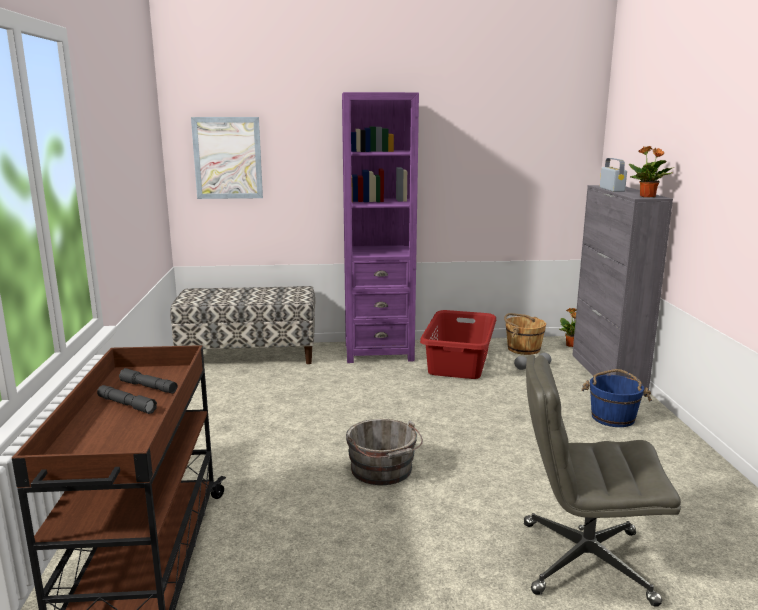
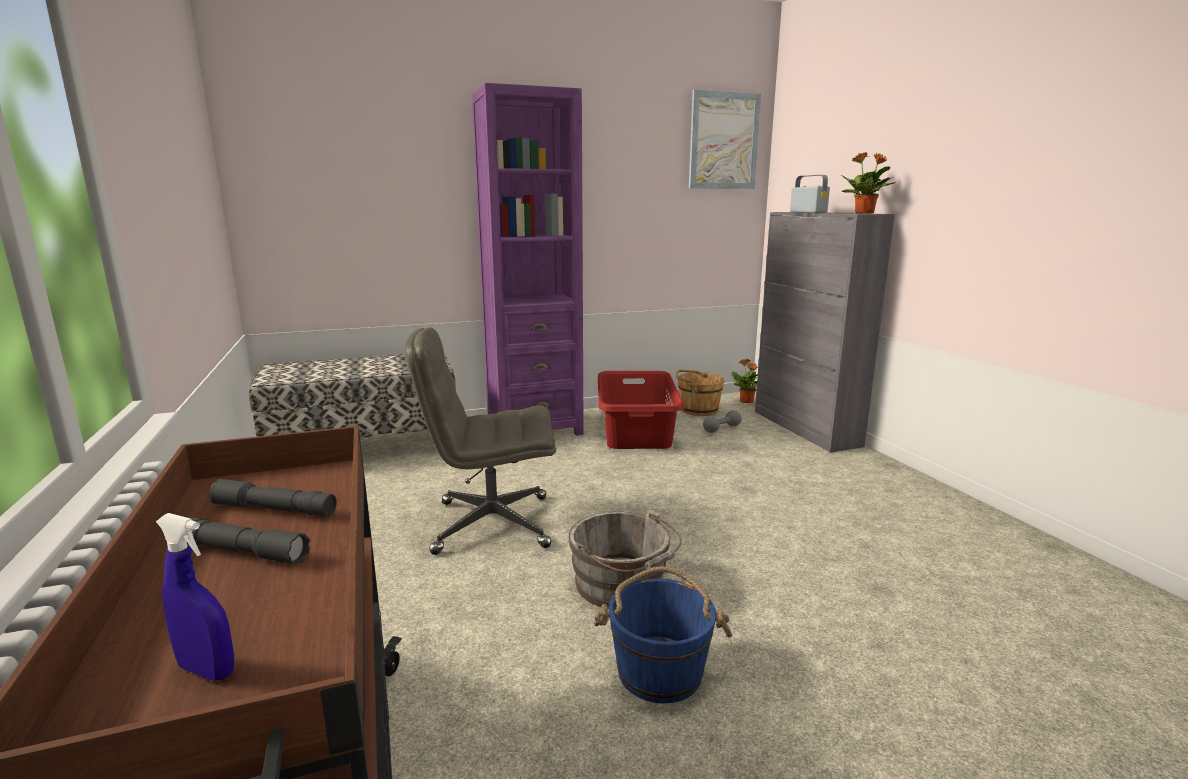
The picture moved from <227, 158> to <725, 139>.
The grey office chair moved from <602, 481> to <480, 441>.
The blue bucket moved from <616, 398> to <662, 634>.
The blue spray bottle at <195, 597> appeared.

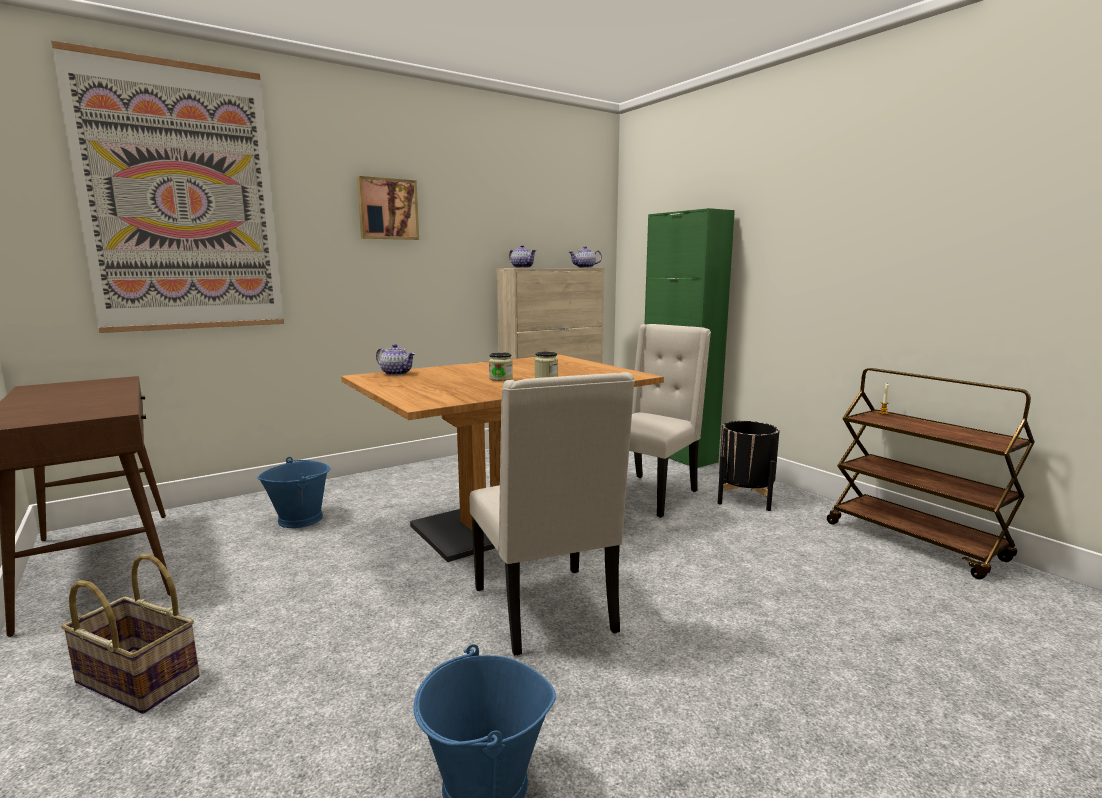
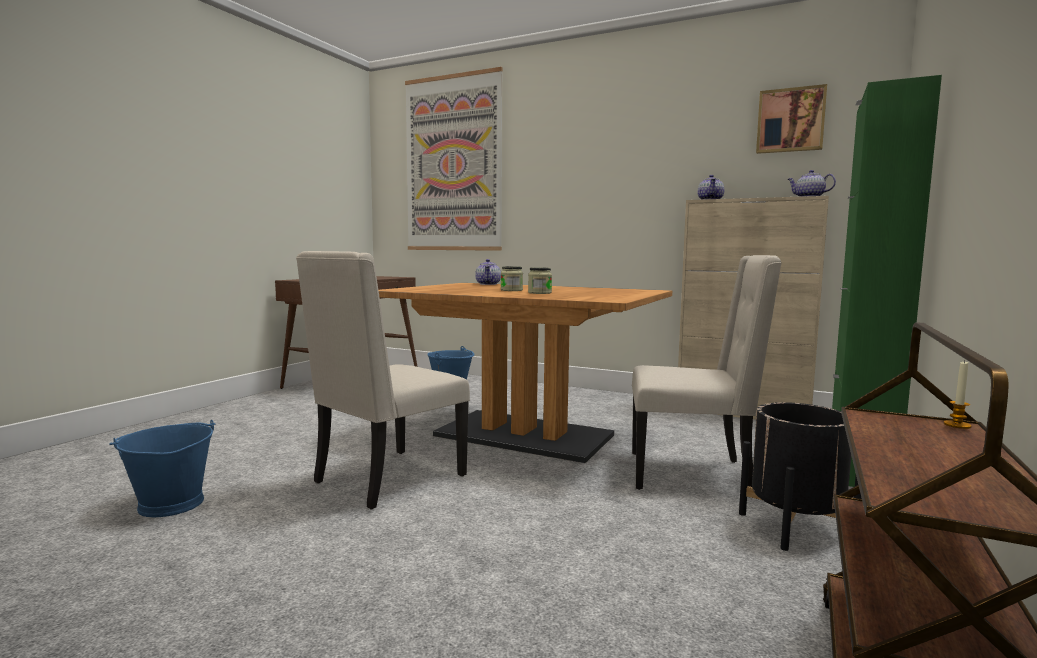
The picture moved from <388, 208> to <791, 119>.
The basket at <130, 634> disappeared.

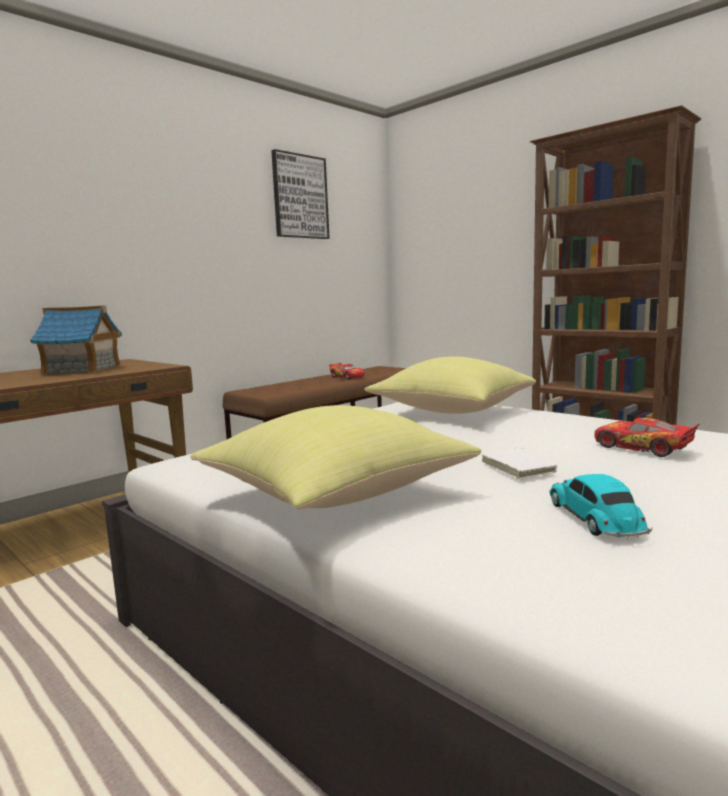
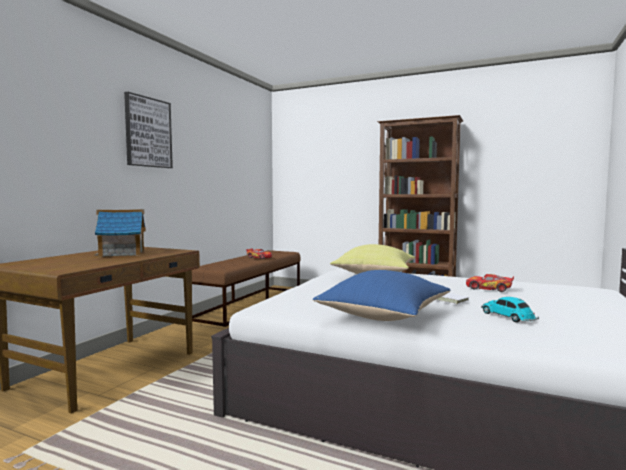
The picture moved from <300, 194> to <148, 130>.
The yellow pillow at <335, 457> became the blue pillow at <381, 295>.

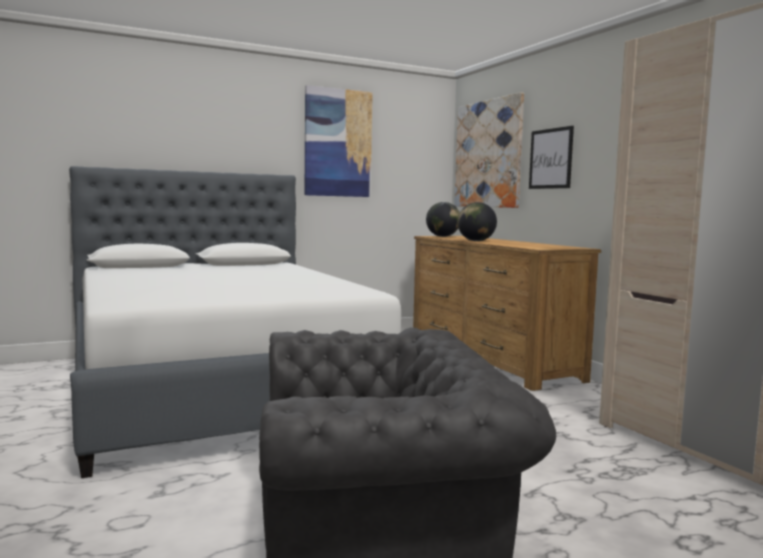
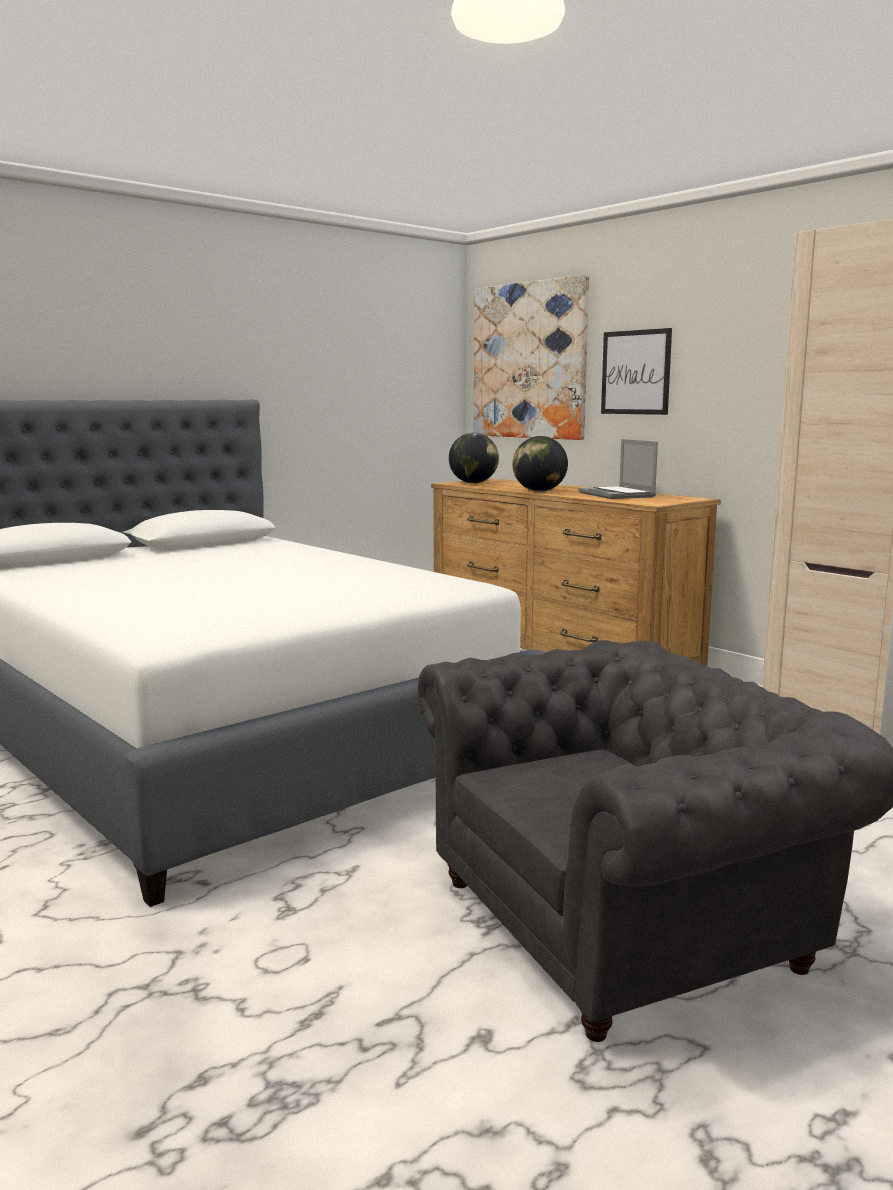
The picture at <339, 141> disappeared.
The laptop at <618, 469> appeared.

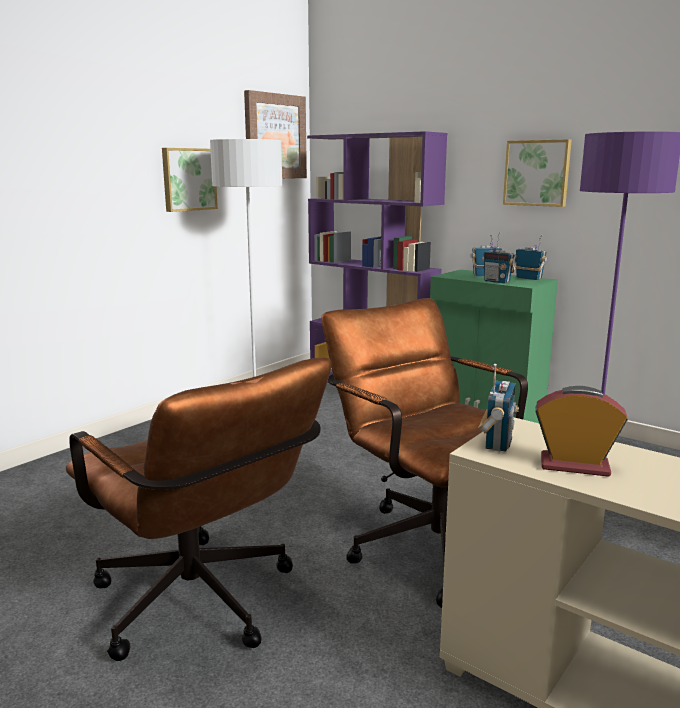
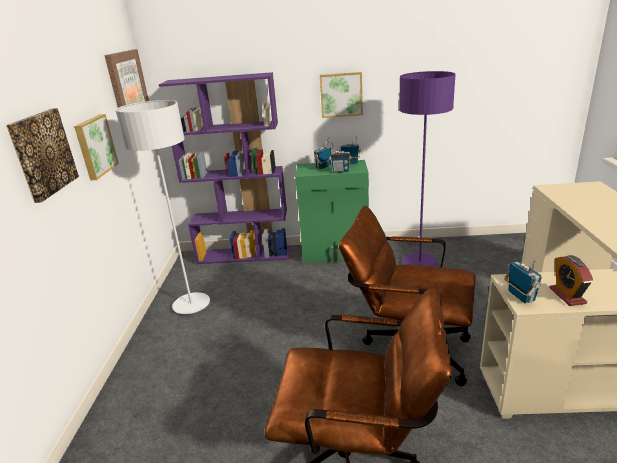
The alarm clock at <581, 431> turned 75 degrees counterclockwise.
The picture at <42, 155> appeared.

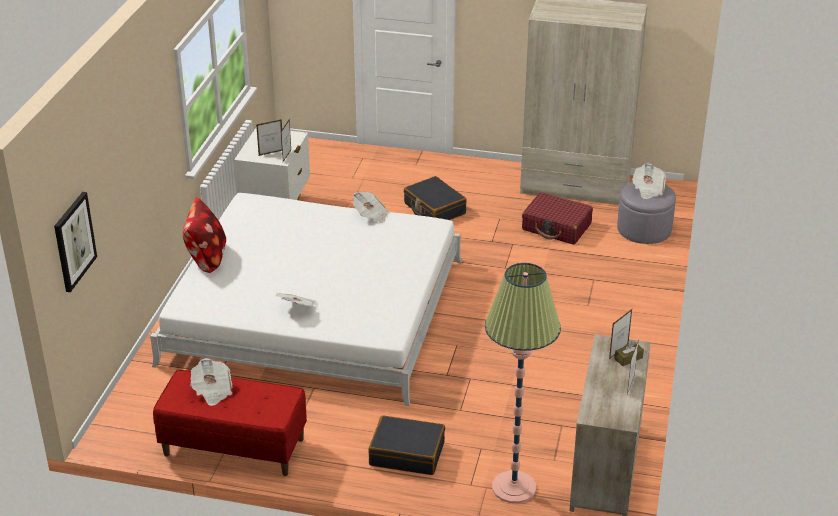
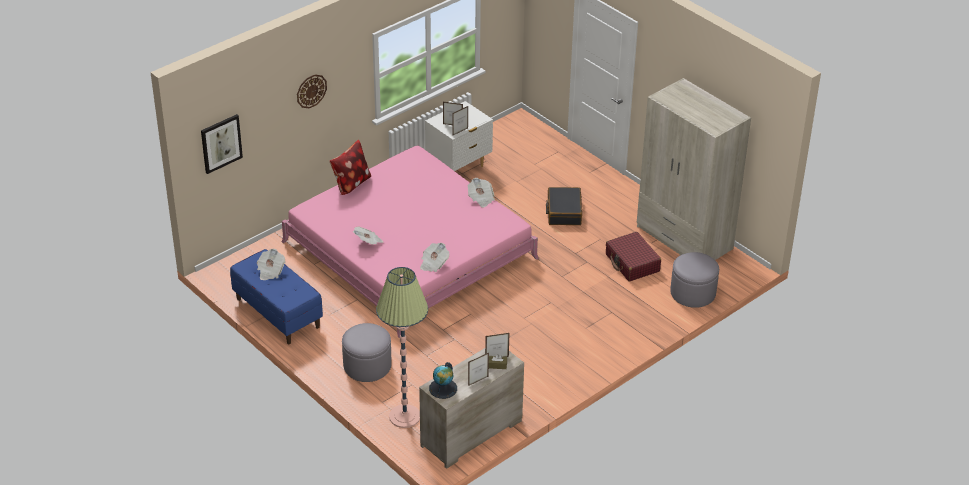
The newspaper moved from <649, 181> to <434, 257>.
The white bed at <306, 299> became the pink bed at <410, 241>.
The red bench at <230, 423> became the blue bench at <276, 296>.
The black suitcase at <406, 445> was replaced by the grey ottoman at <367, 352>.
The wall clock at <312, 91> appeared.
The globe at <443, 380> appeared.

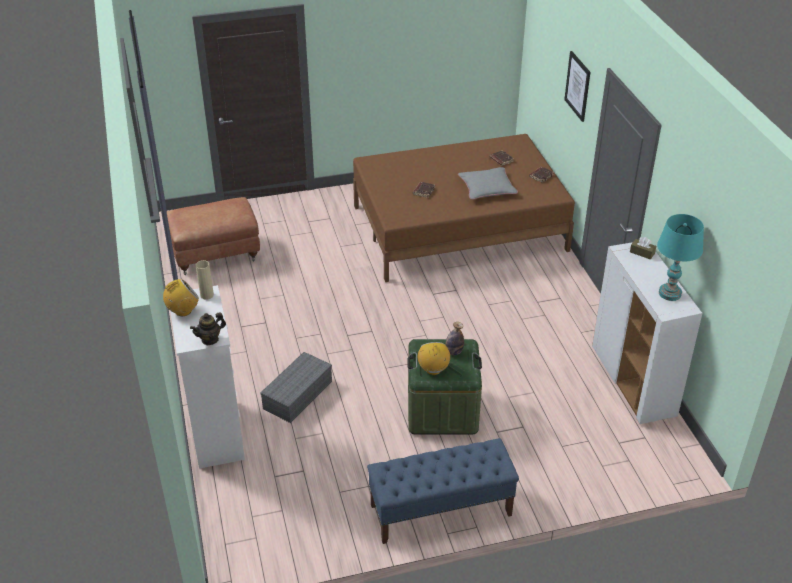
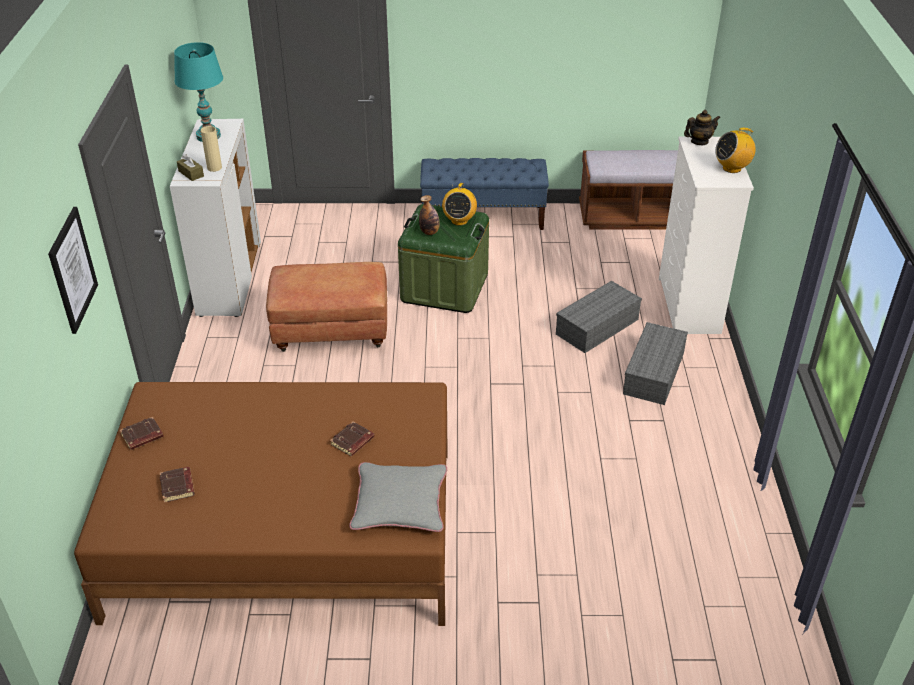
The grey pillow moved from <488, 183> to <398, 497>.
The brown ottoman moved from <213, 236> to <326, 307>.
The beige vase moved from <205, 280> to <211, 149>.
The brown bench at <628, 189> appeared.
The grey storage box at <655, 363> appeared.

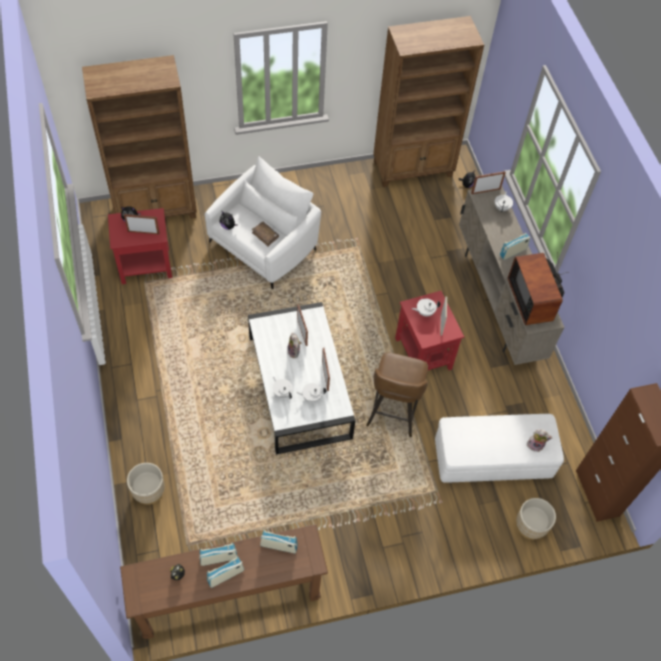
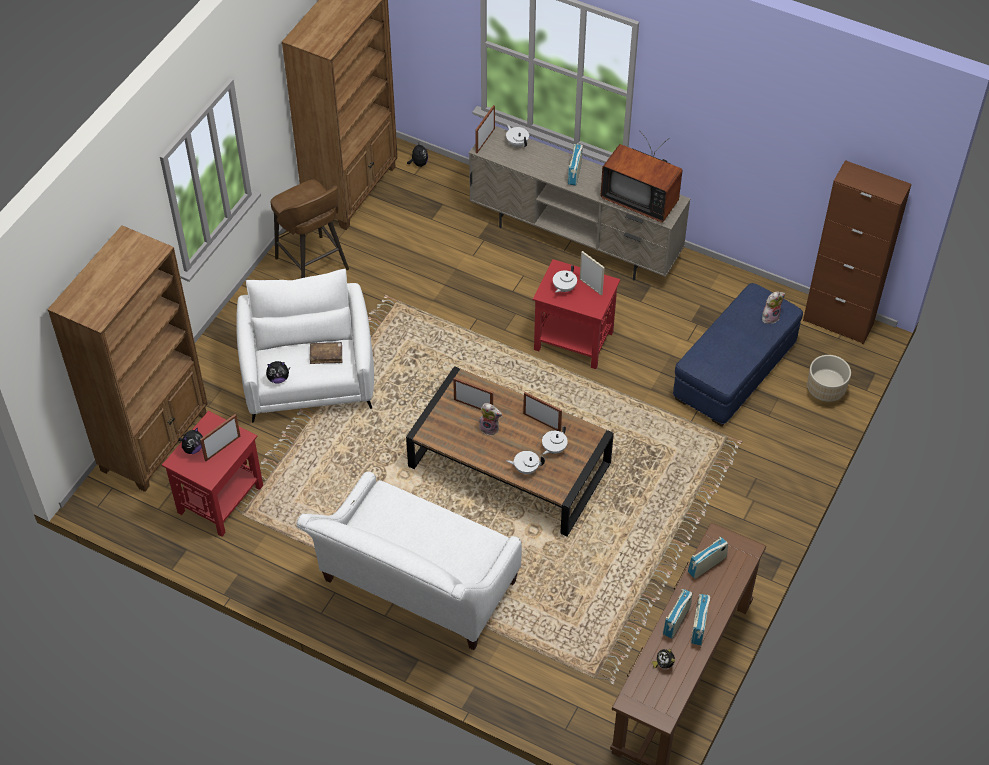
The white coffee table at <301, 378> became the brown coffee table at <510, 451>.
The brown stool moved from <397, 394> to <310, 228>.
The white ottoman at <499, 448> became the blue ottoman at <738, 355>.
The beige planter at <146, 484> disappeared.
The white sofa at <409, 560> appeared.

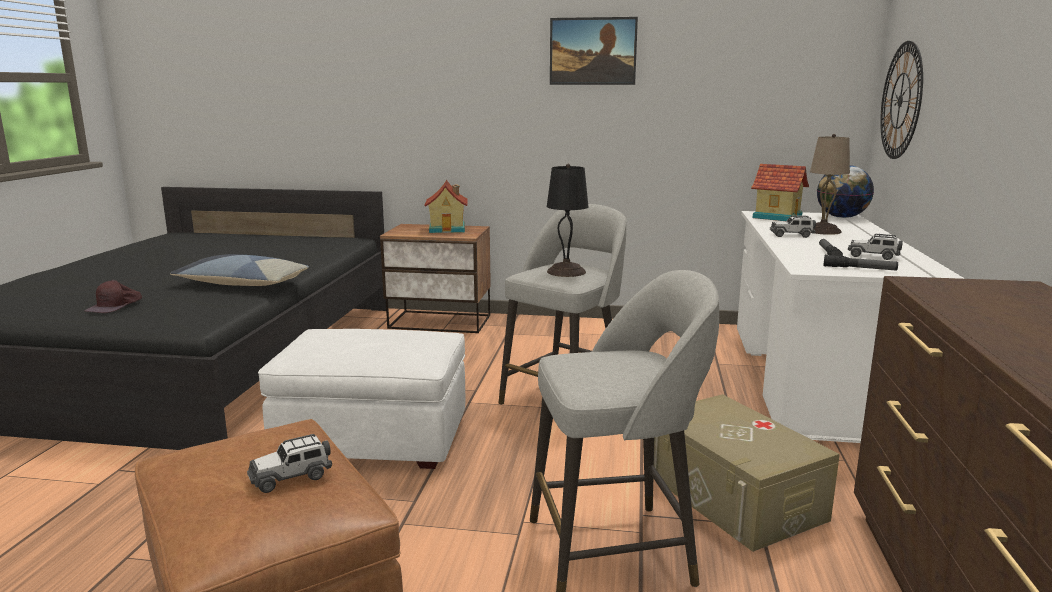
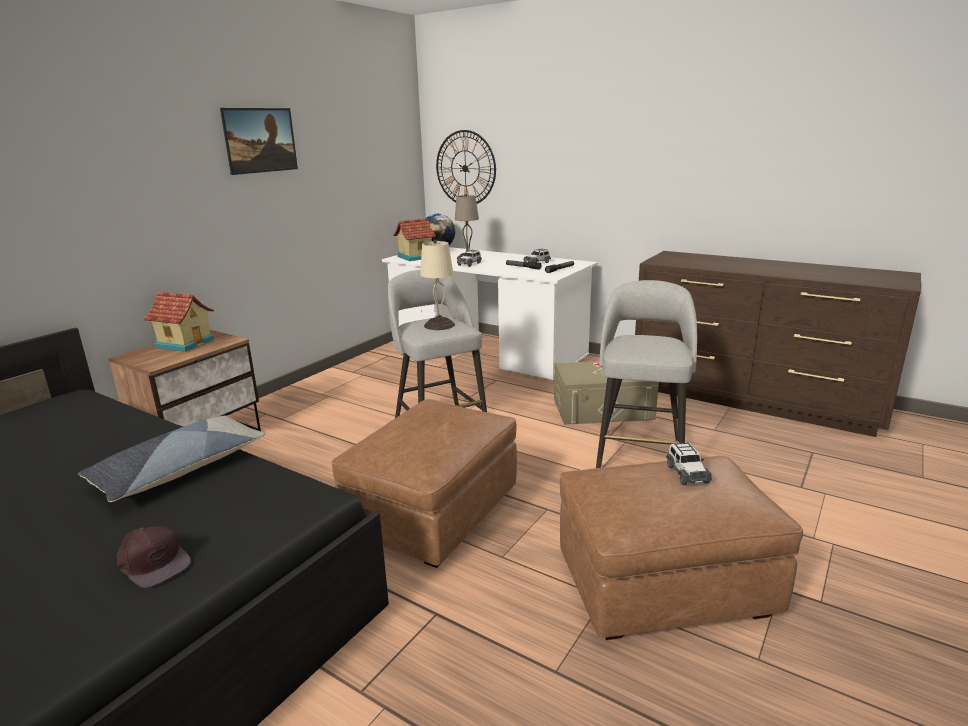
The black table lamp at <567, 220> became the beige table lamp at <437, 285>.
The white ottoman at <361, 399> became the brown ottoman at <424, 483>.

